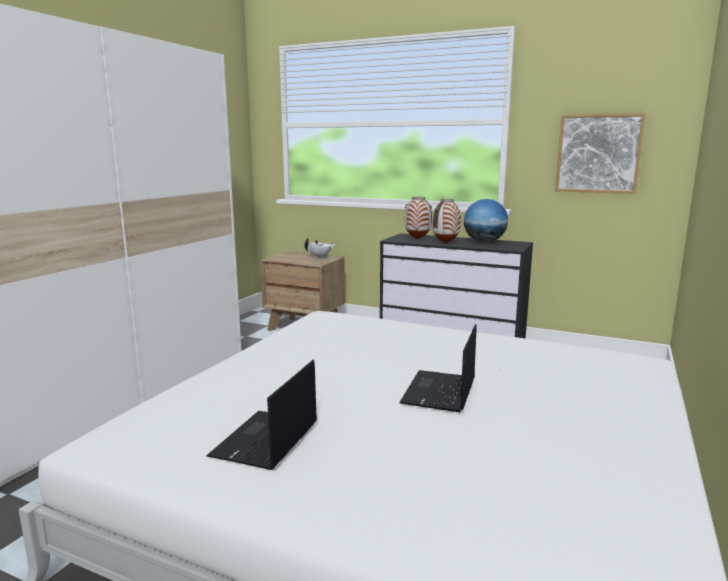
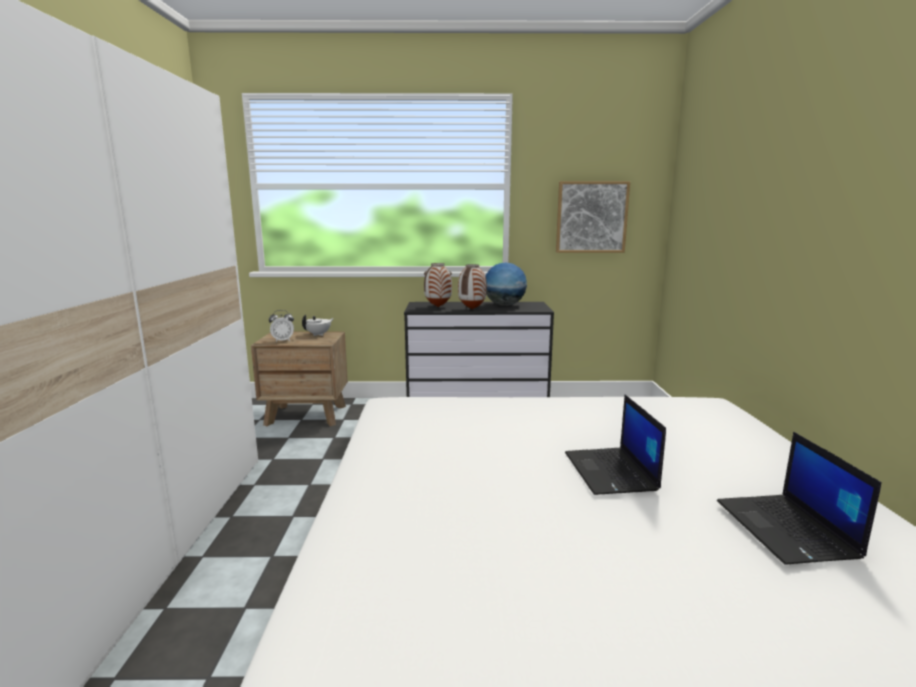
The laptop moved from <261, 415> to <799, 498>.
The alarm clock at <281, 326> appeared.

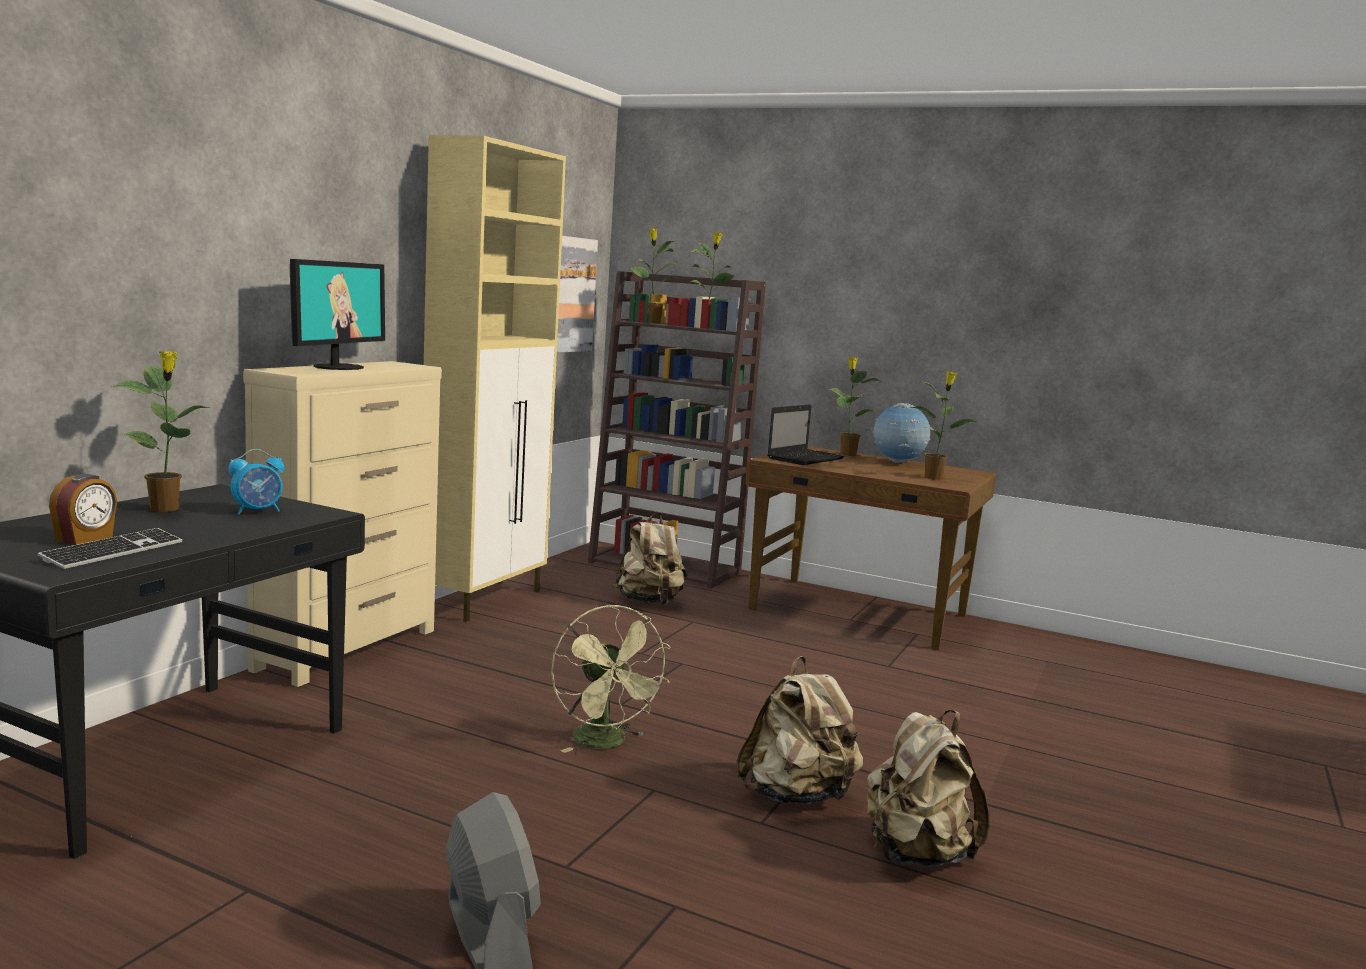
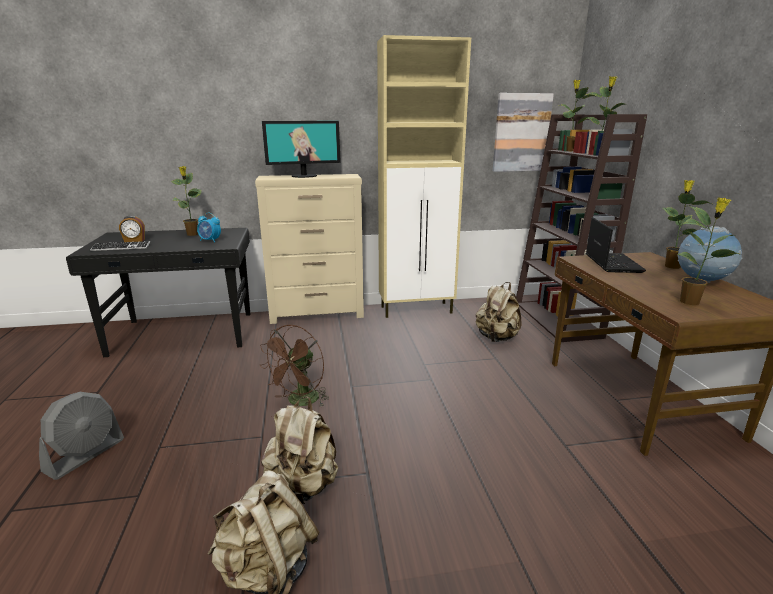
The laptop at <806, 434> turned 90 degrees counterclockwise.
The green fan at <611, 679> became the brown fan at <294, 366>.

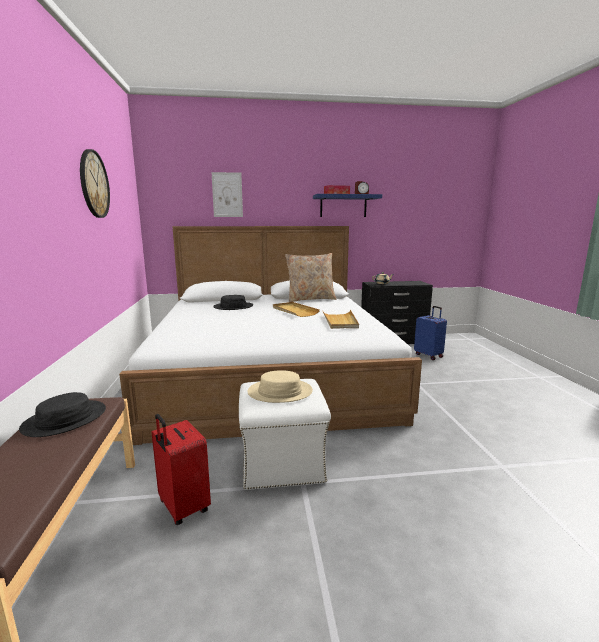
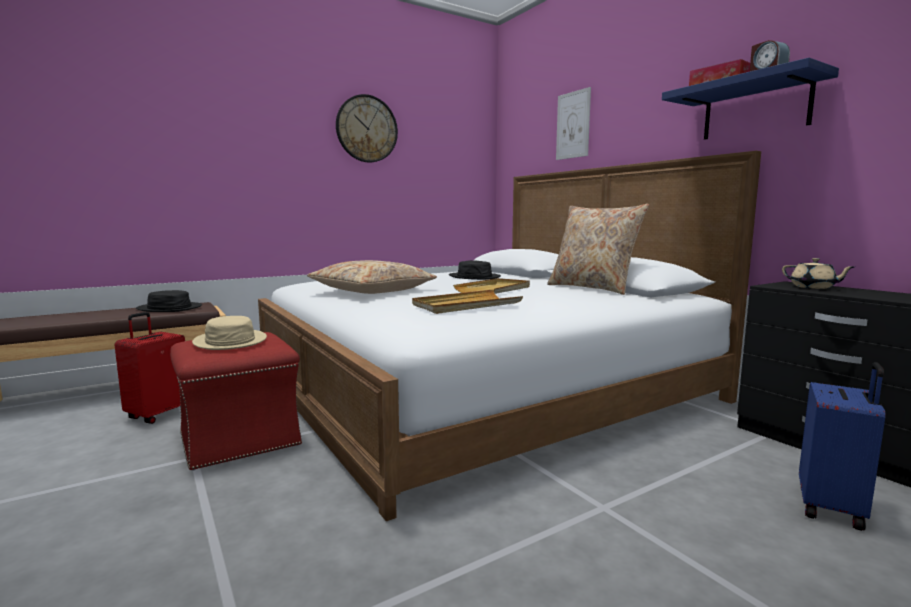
The white ottoman at <285, 434> became the red ottoman at <236, 401>.
The beige pillow at <372, 277> appeared.

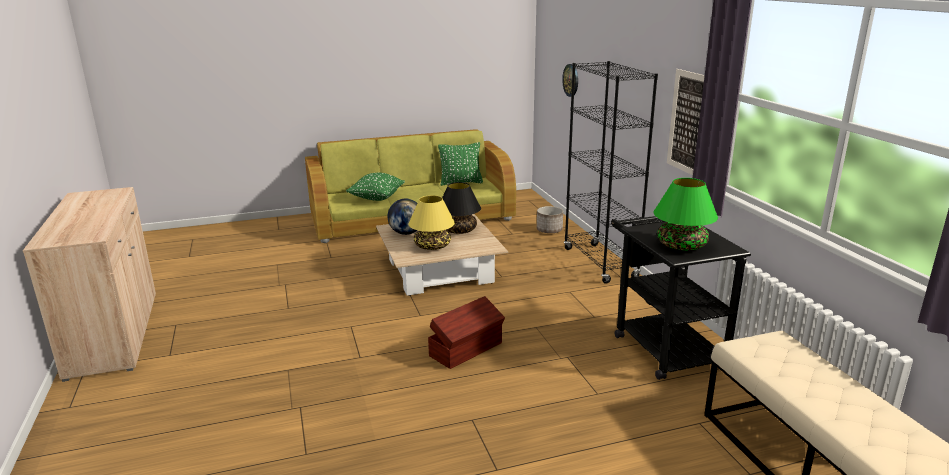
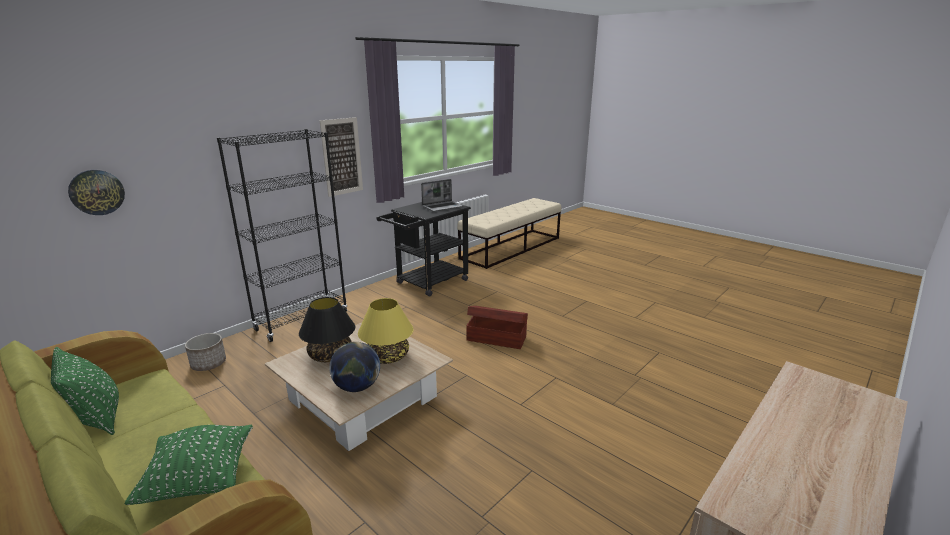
The green table lamp at <685, 214> was replaced by the laptop at <442, 195>.

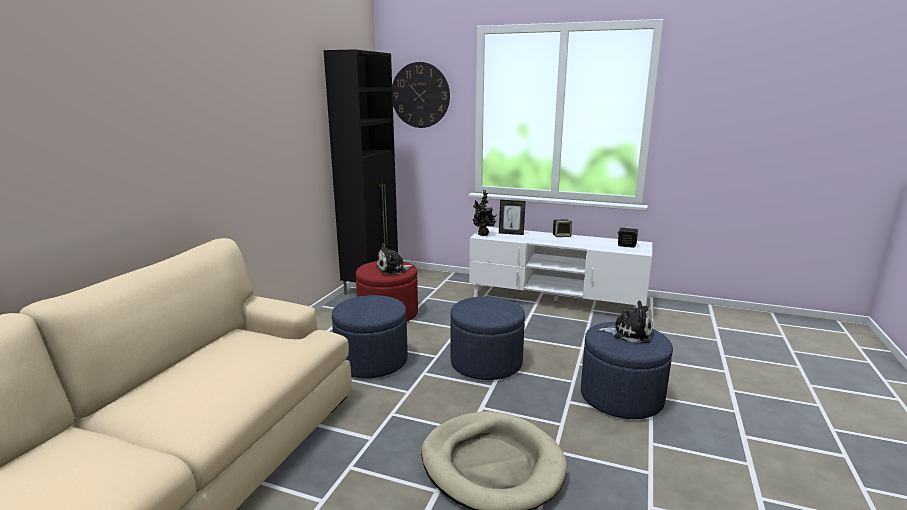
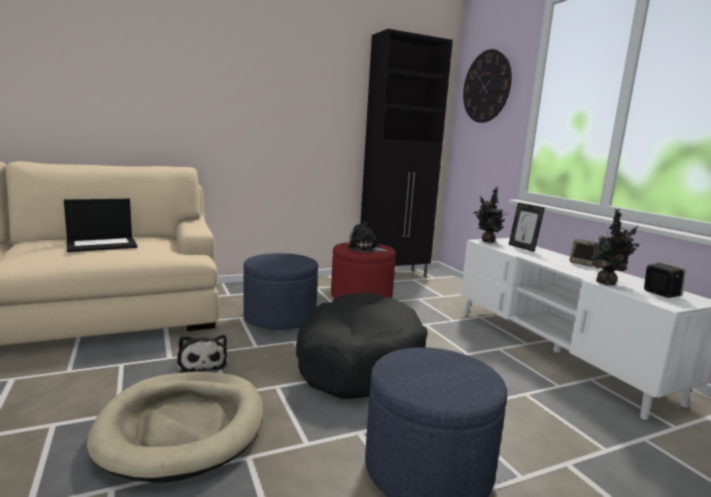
The blue ottoman at <487, 338> was replaced by the black dog bed at <362, 346>.
The plush toy moved from <625, 322> to <202, 354>.
The laptop at <101, 225> appeared.
The potted plant at <614, 247> appeared.

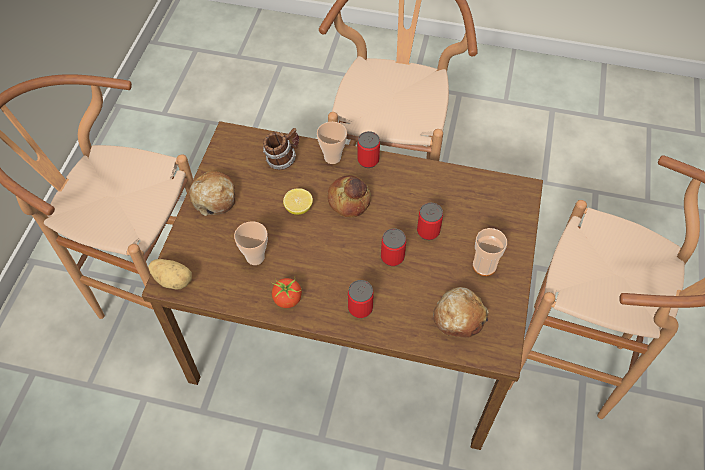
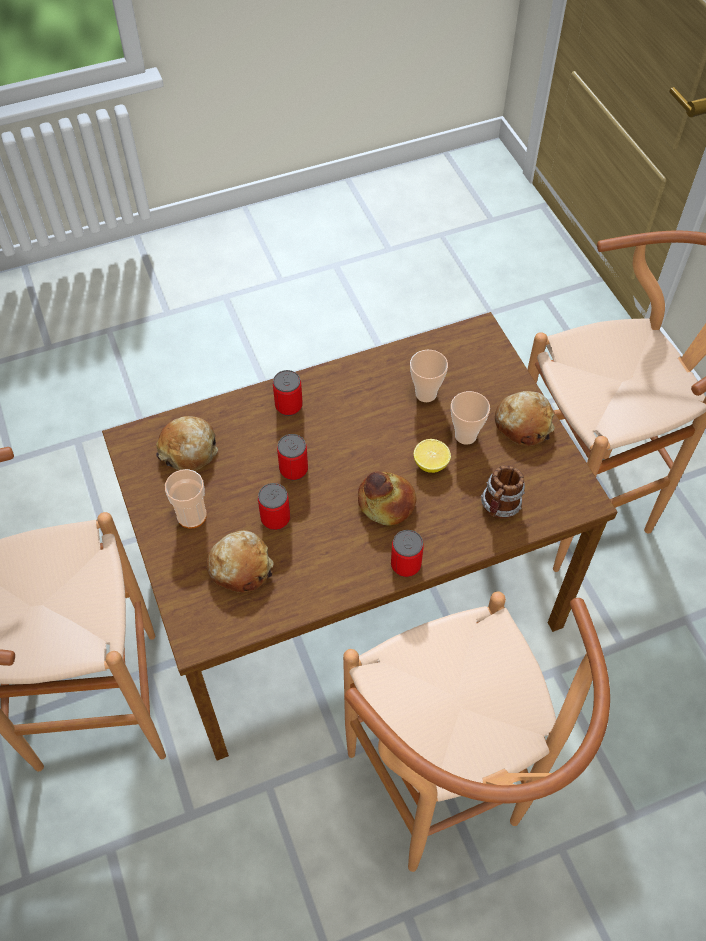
The cup moved from <332, 143> to <470, 418>.
The potato at <170, 274> disappeared.
The tomato at <287, 292> disappeared.
The bread at <240, 561> appeared.

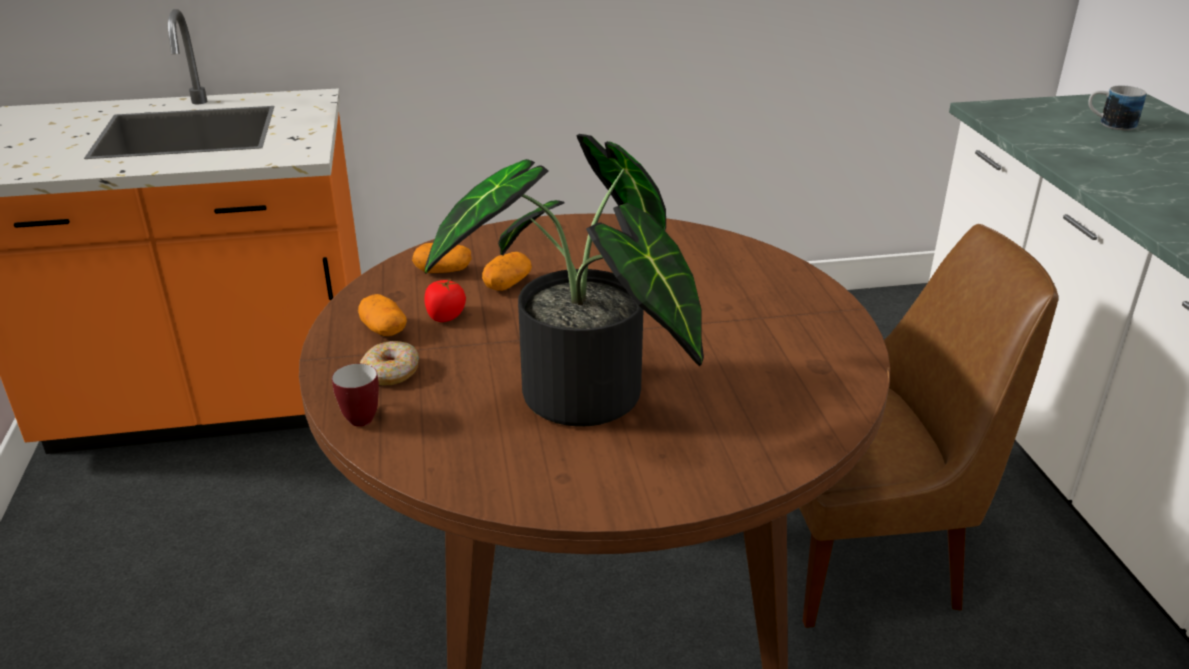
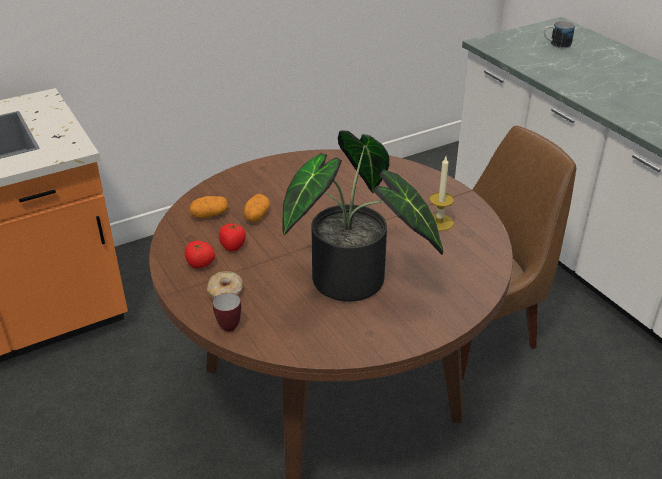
The potato at <382, 315> was replaced by the tomato at <200, 254>.
The candle at <441, 194> appeared.

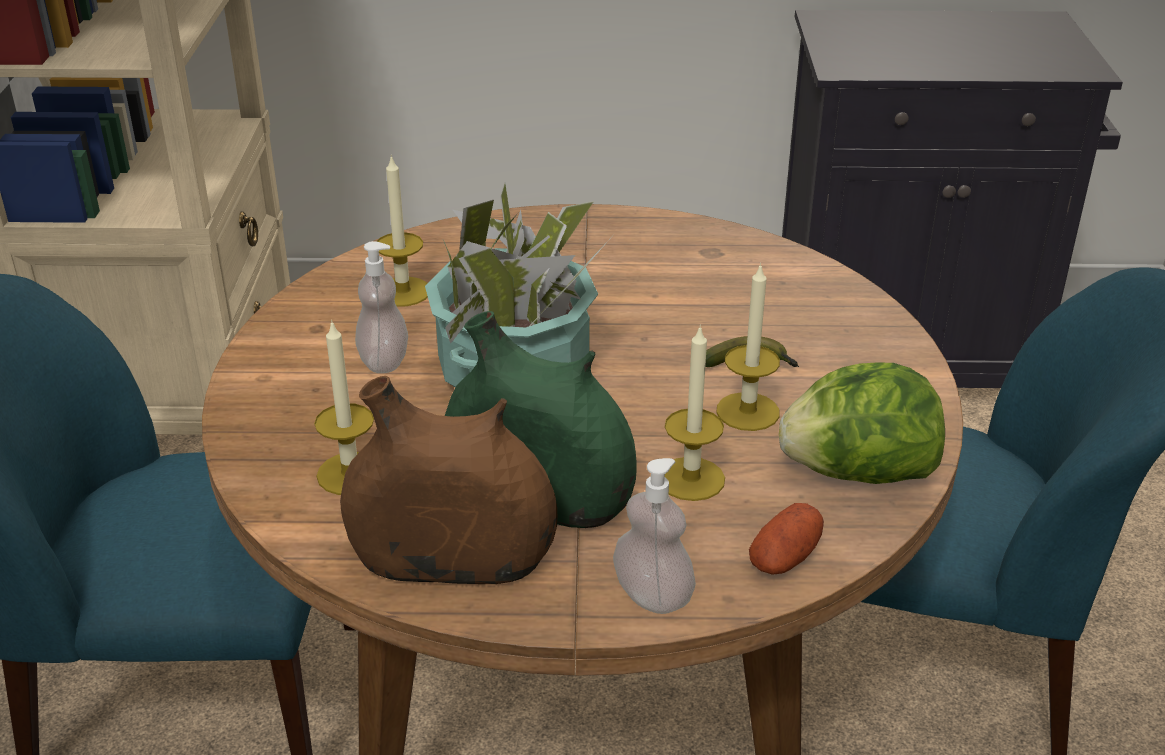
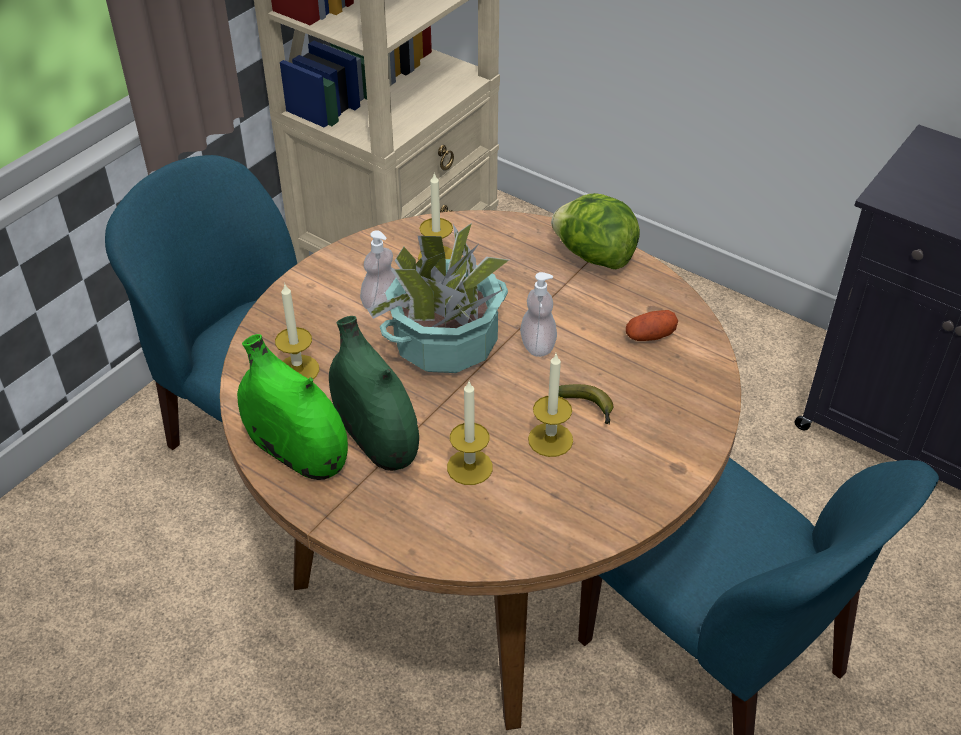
The lettuce moved from <862, 423> to <595, 231>.
The brown vase at <448, 480> became the green vase at <292, 407>.
The soap dispenser moved from <654, 536> to <538, 314>.
The potato moved from <786, 539> to <652, 325>.

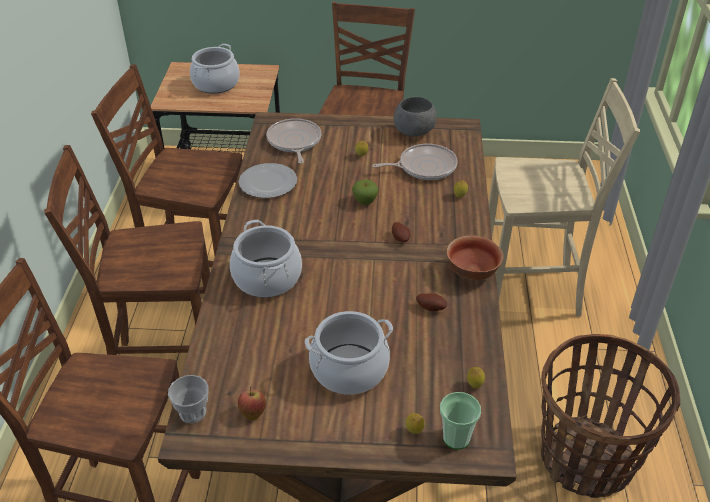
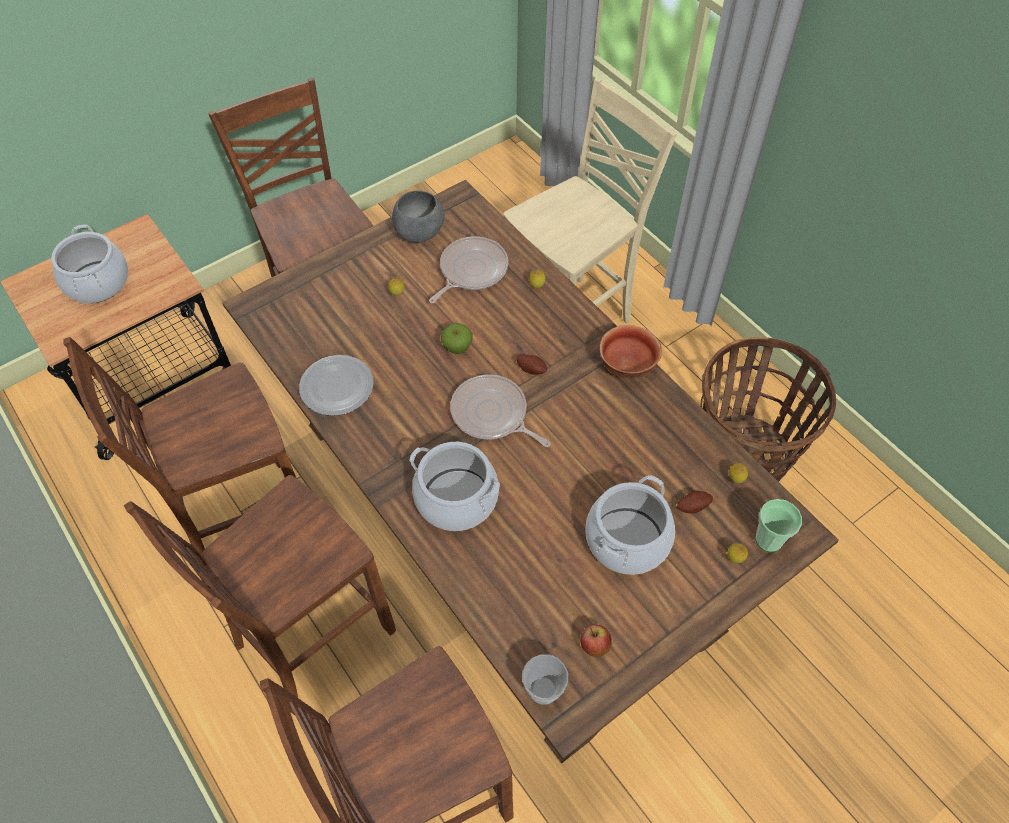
The frying pan moved from <294, 141> to <500, 411>.
The potato moved from <431, 302> to <695, 502>.

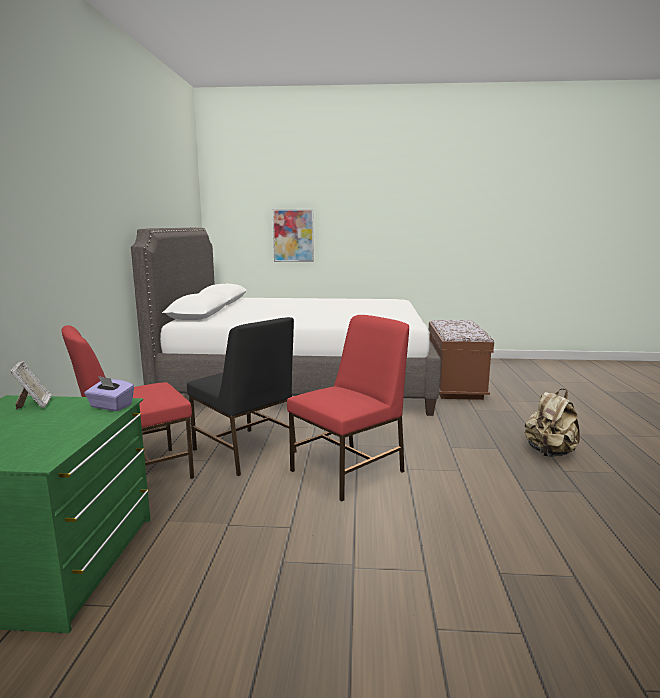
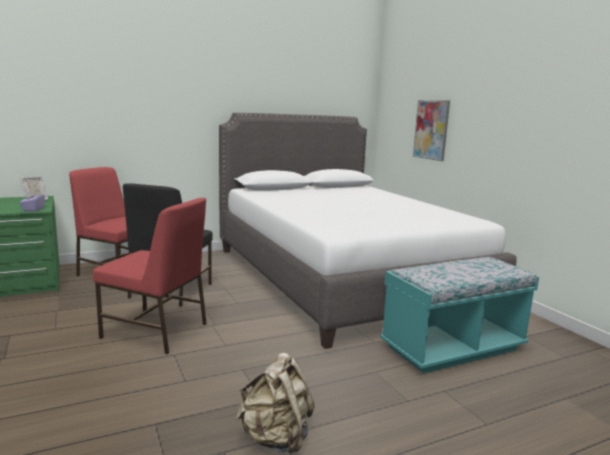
The brown bench at <461, 360> became the turquoise bench at <459, 315>.

